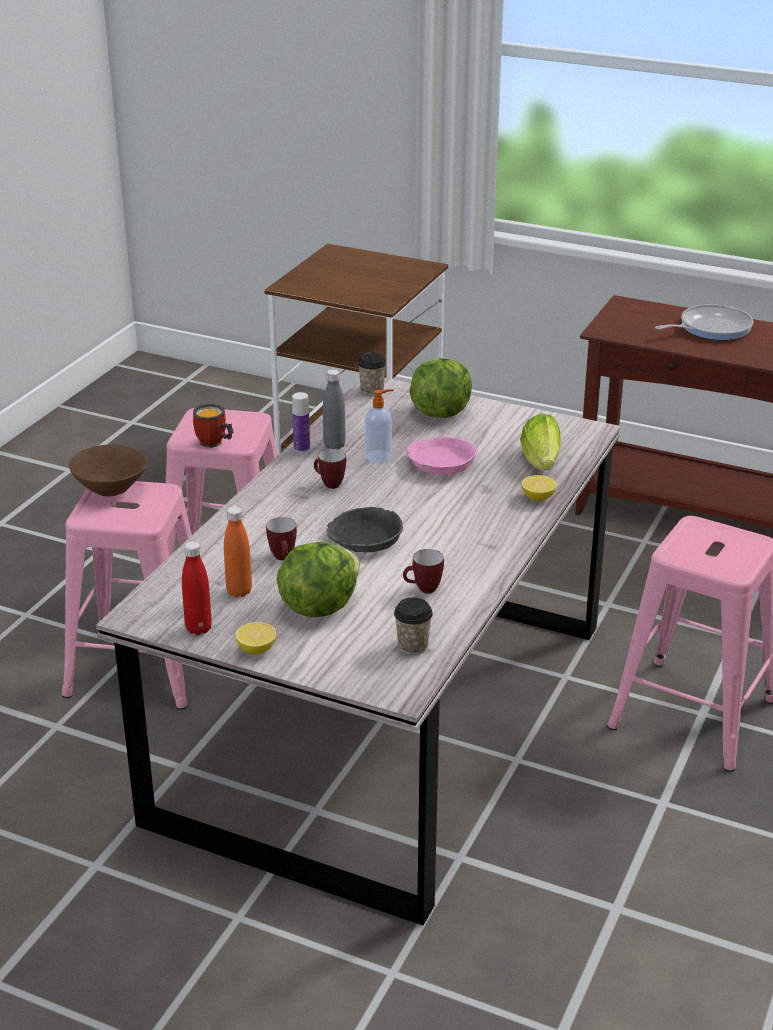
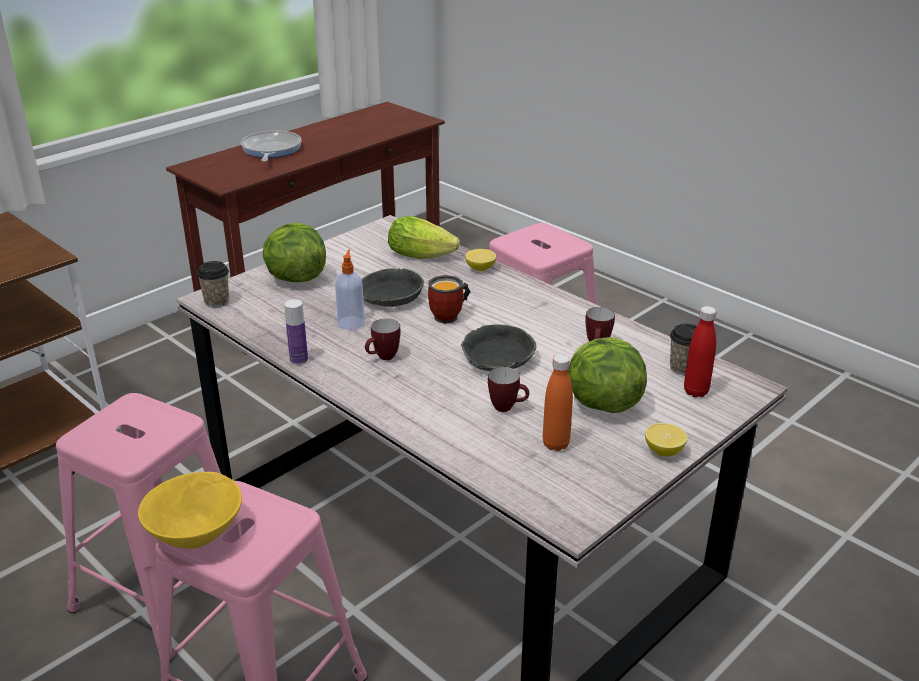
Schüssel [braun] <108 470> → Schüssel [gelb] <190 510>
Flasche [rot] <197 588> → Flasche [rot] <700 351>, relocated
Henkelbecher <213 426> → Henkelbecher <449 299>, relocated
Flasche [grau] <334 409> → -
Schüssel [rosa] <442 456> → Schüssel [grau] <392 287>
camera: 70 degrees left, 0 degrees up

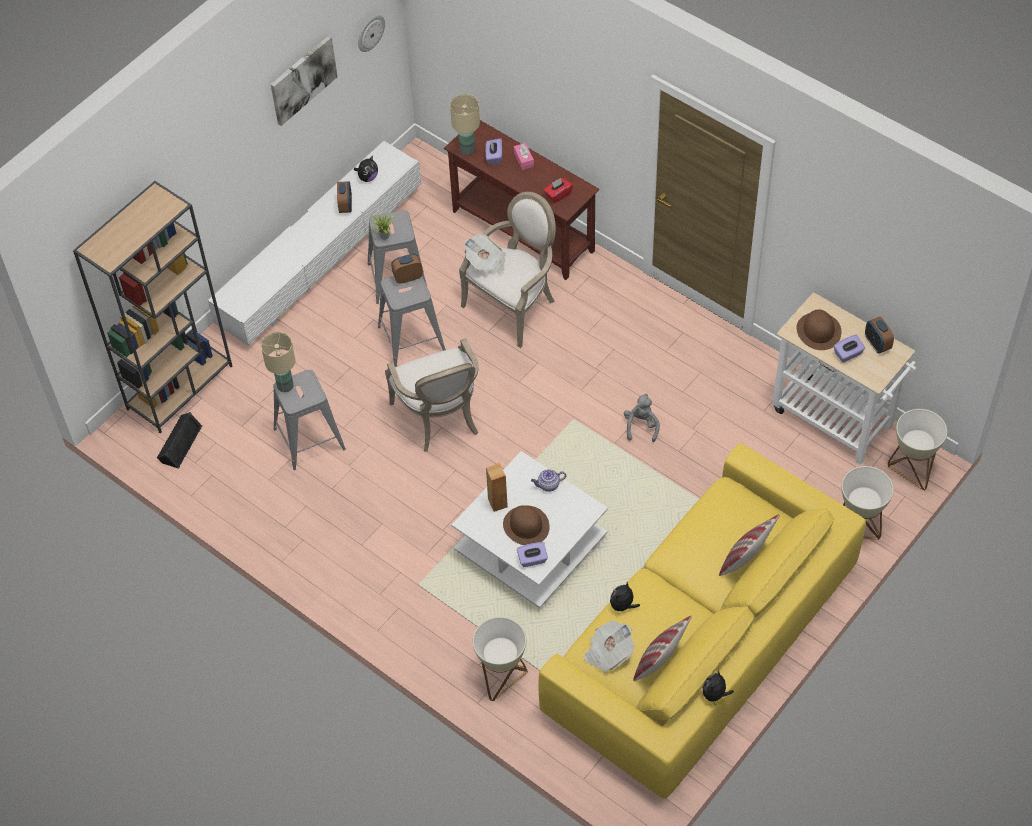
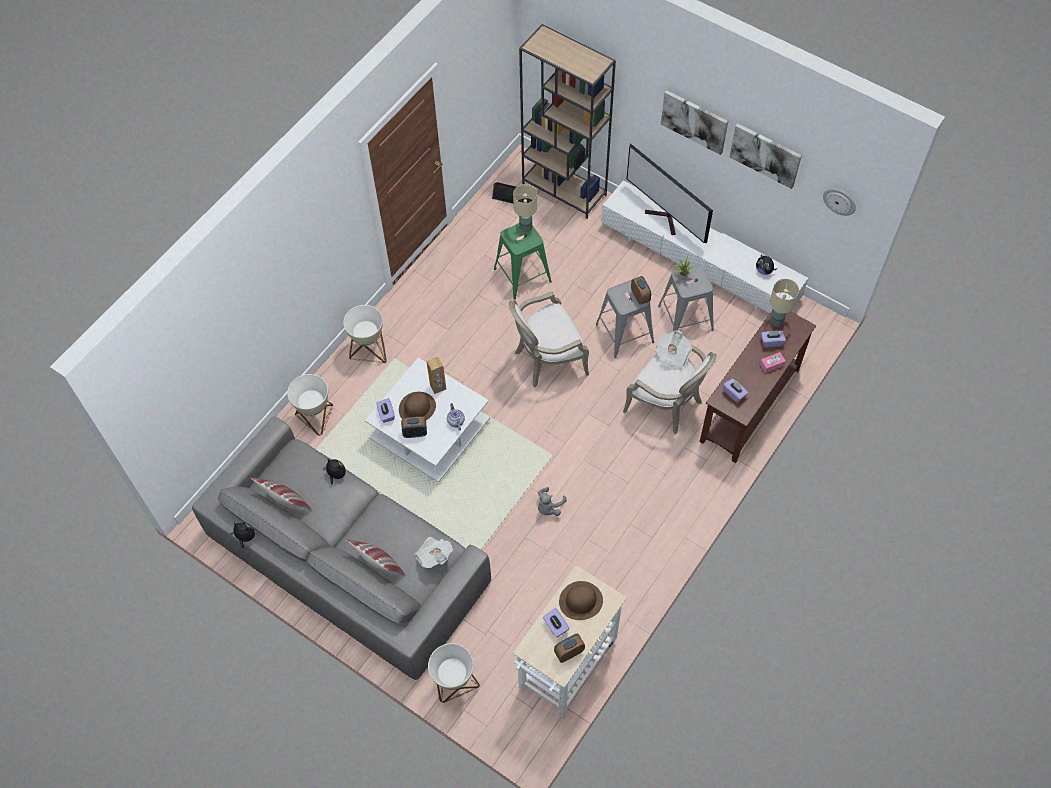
Hocker [grau] <309 420> → Hocker [grün] <523 261>
Wecker <344 197> → Wecker <414 427>, relocated
Sofa [gelb] <702 621> → Sofa [grau] <341 548>
Taschentuchbox [rot] <558 190> → Taschentuchbox [lila] <735 390>
Zeitung <609 646> → Zeitung <433 552>, relocated
Plüschtier [grau] <642 418> → Plüschtier [grau] <552 501>, 120 degrees clockwise
Pflanzkübel <917 449> → Pflanzkübel <365 334>, relocated
- → Fernseher <670 193>
- → Bild <694 122>
camera: 85 degrees right, 5 degrees up

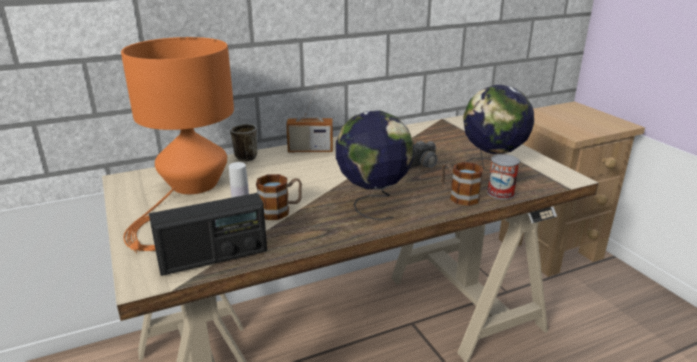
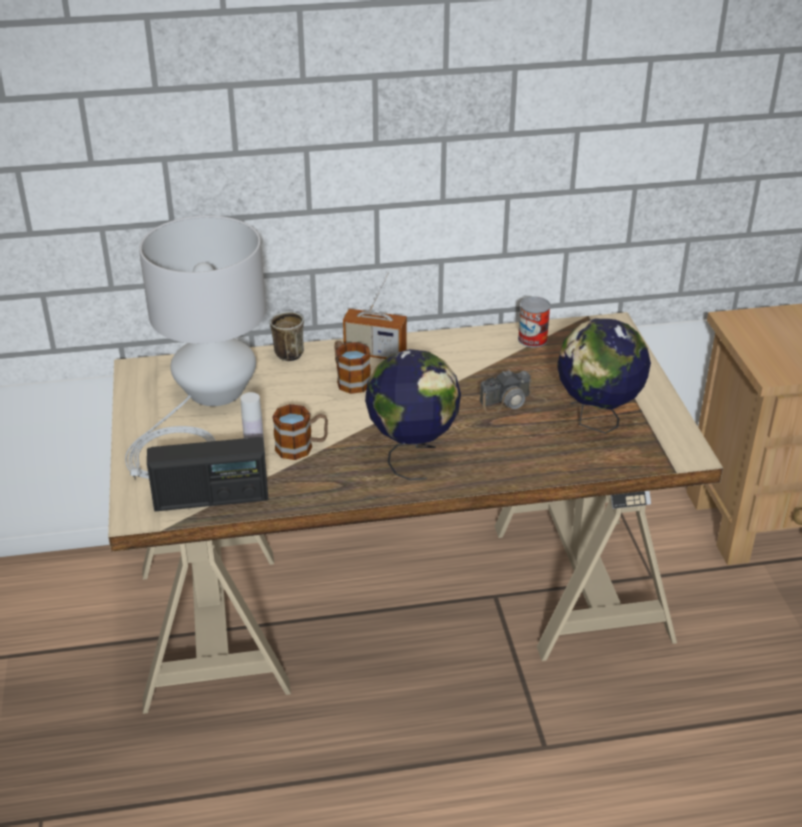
Tischlampe [orange] <177 145> → Tischlampe [weiß] <195 348>
Henkelbecher <462 184> → Henkelbecher <352 367>, relocated
Dose <503 177> → Dose <534 321>, relocated
camera: 15 degrees right, 10 degrees up

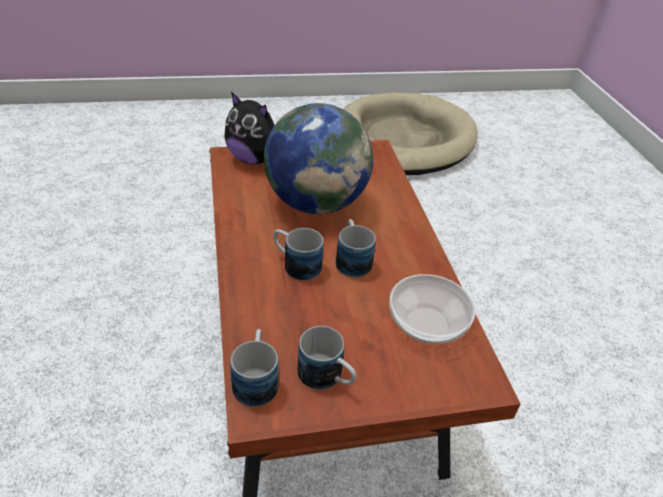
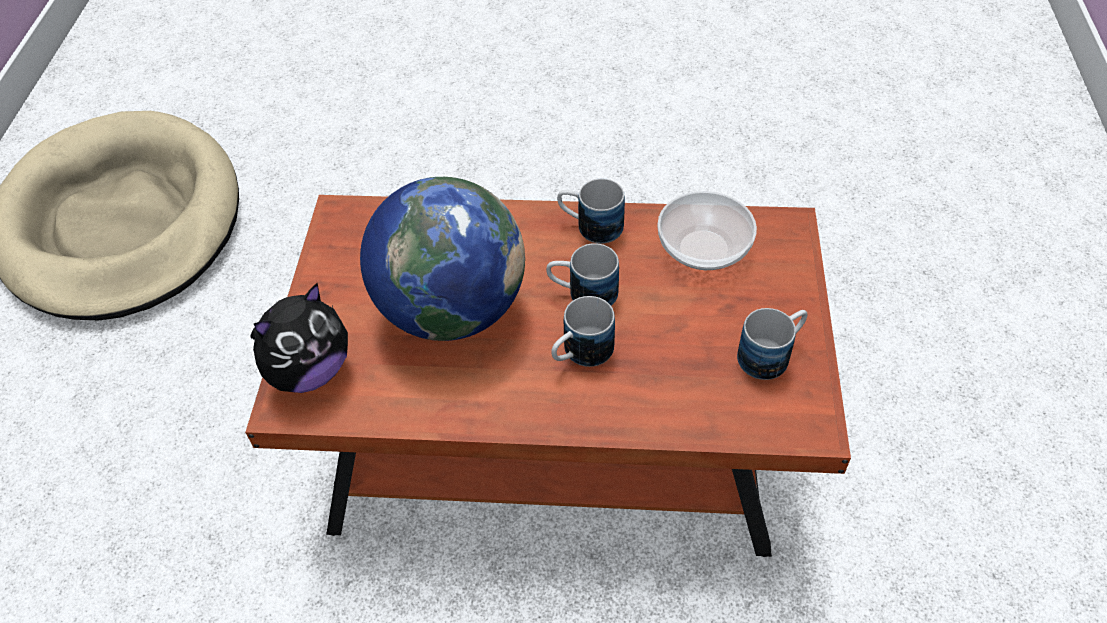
Henkelbecher <254 368> → Henkelbecher <591 211>, relocated
camera: 70 degrees left, 10 degrees up

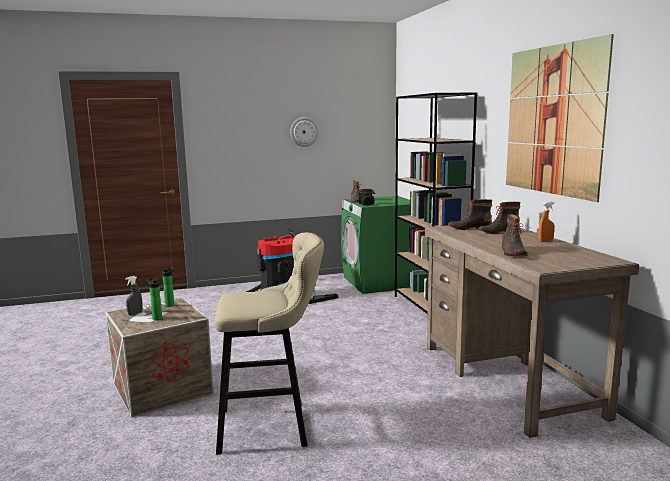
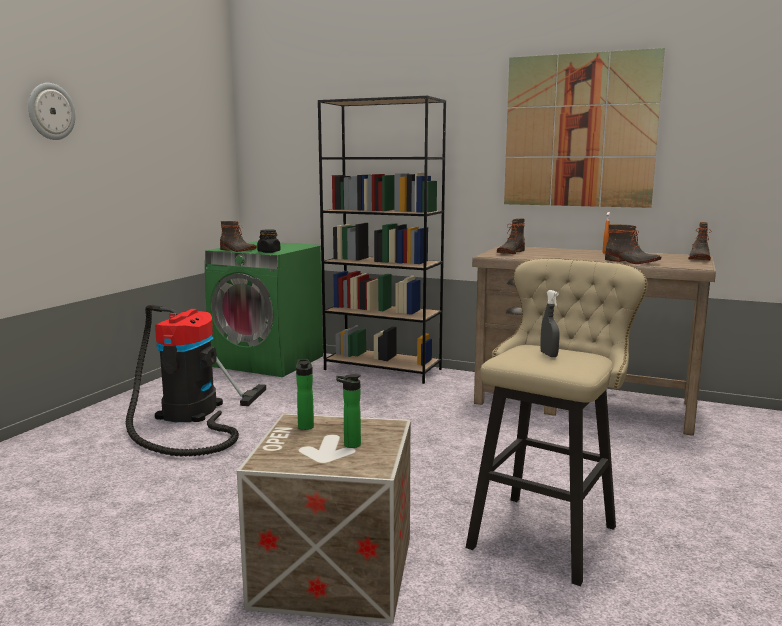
Sprühflasche [grau] <134 295> → Sprühflasche [grau] <550 323>, relocated
Wanduhr <304 132> → Wanduhr <52 111>, relocated
Stiefel <499 218> → Stiefel <699 241>, relocated
camera: 50 degrees left, 0 degrees up

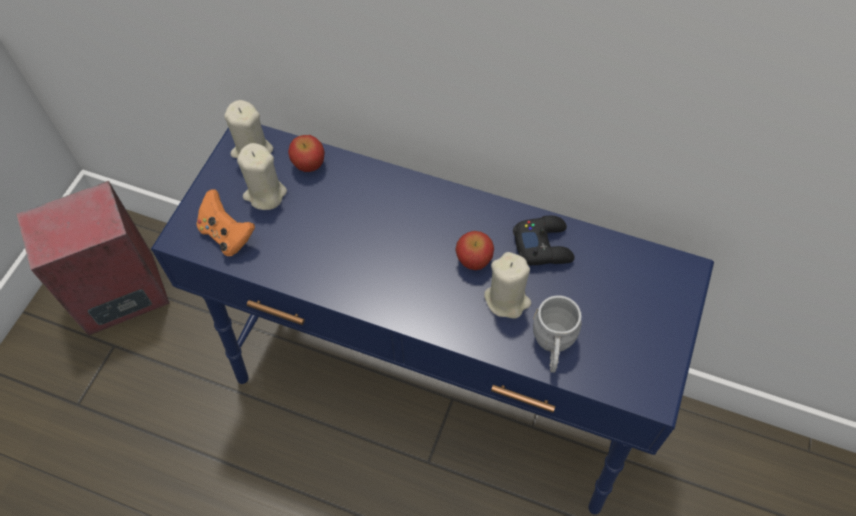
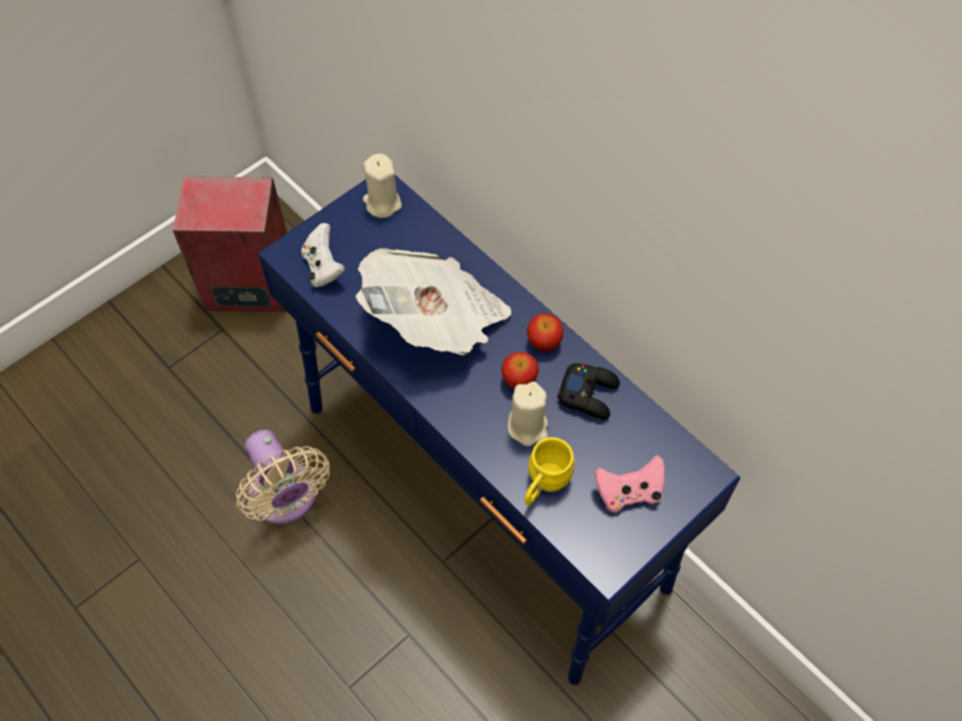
Gamepad [orange] <226 222> → Gamepad [weiß] <323 255>
Kerze [beige] <262 176> → -
Apfel <306 153> → Apfel <545 332>, relocated
Henkelbecher [grau] <557 334> → Henkelbecher [gelb] <550 471>
- → Ventilator [beige] <283 477>
- → Zeitung <433 302>
- → Gamepad [rosa] <630 483>
camera: 25 degrees right, 0 degrees up

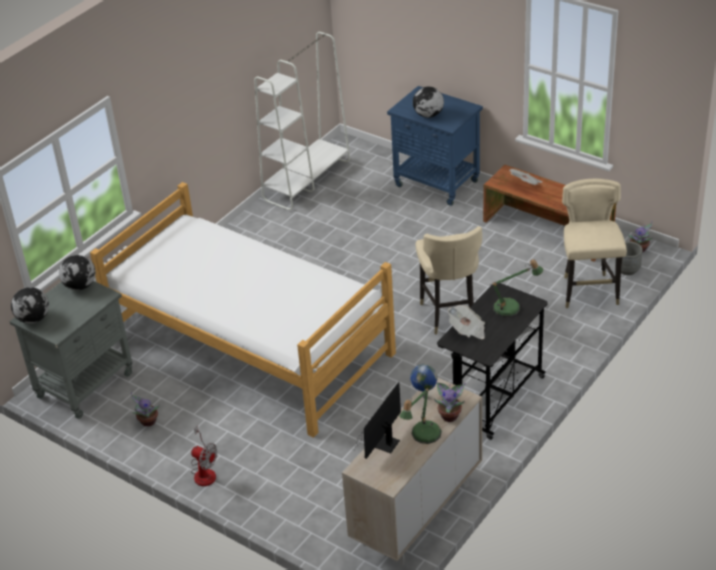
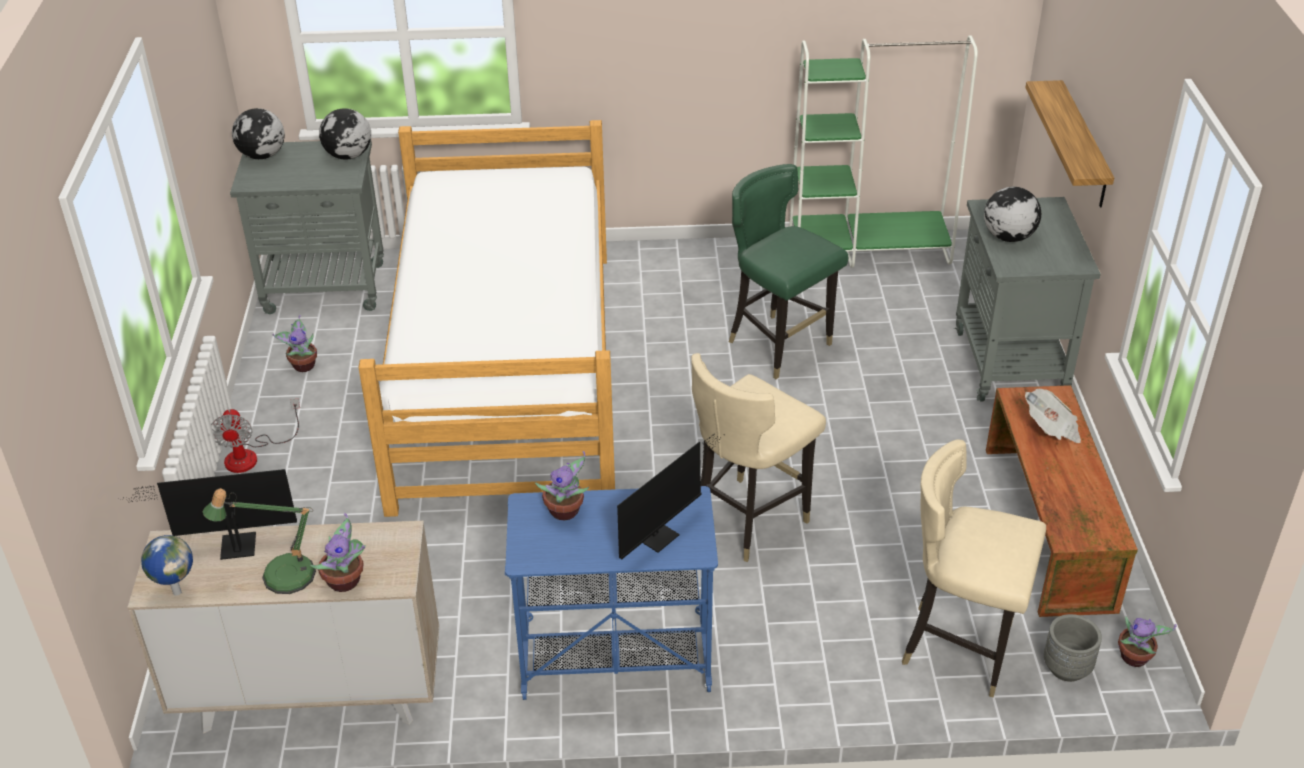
Kleiderständer [weiß] <302 121> → Kleiderständer [grün] <883 152>
Rollwagen [blau] <435 146> → Rollwagen [grau] <1027 299>
Globus <423 381> → Globus <167 565>, relocated
Schreibtisch [schwarz] <492 361> → Schreibtisch [blau] <611 593>
Zeitung <466 322> → Topfpflanze <562 486>
Tischlampe <517 288> → Monitor <670 496>
Stuhl [beige] <594 243> → Stuhl [beige] <974 568>, 120 degrees counterclockwise
- → Stuhl [grün] <788 271>
- → Wandregal <1069 143>
camera: 50 degrees right, 0 degrees up

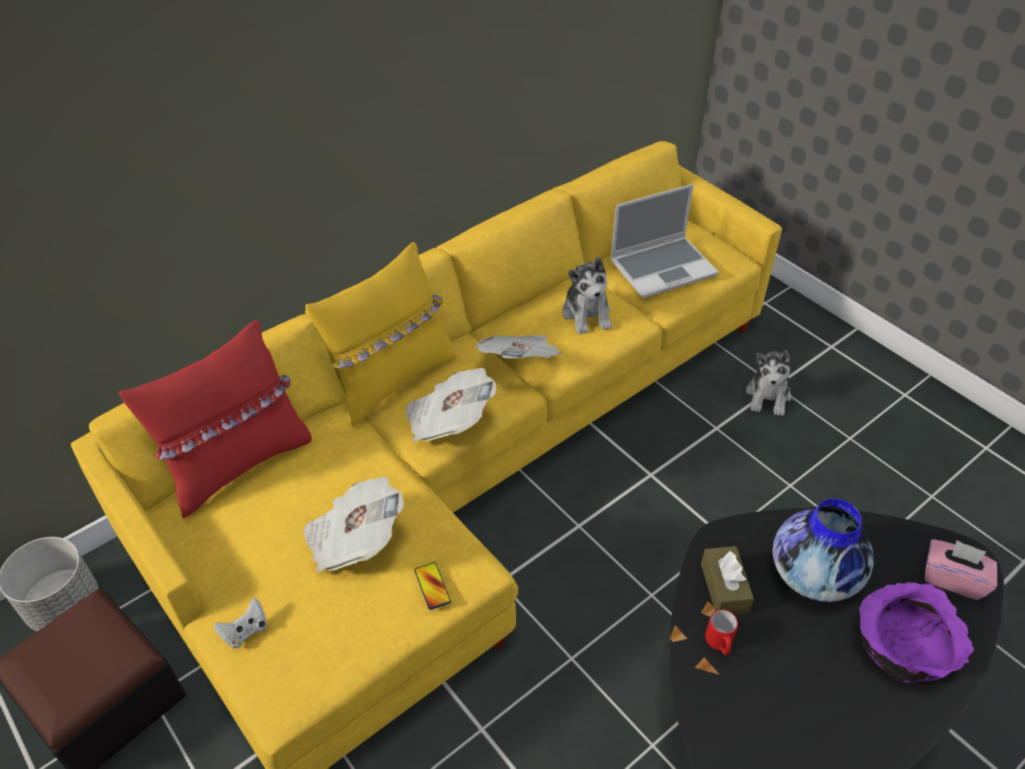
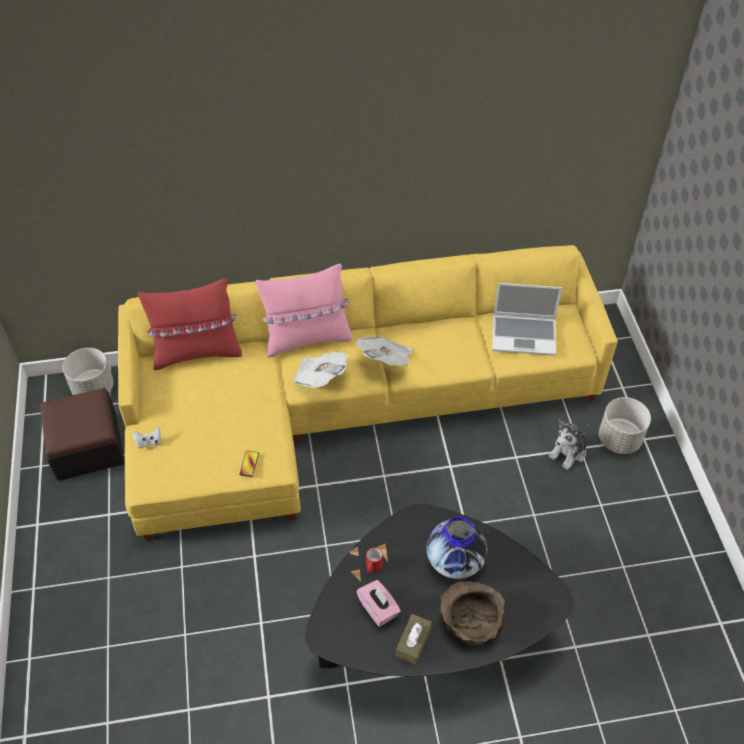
Zeitung <353 525> → -
Kissen [gelb] <381 334> → Kissen [rosa] <304 311>
Plüschtier <587 295> → -
Taschentuchbox [braun] <727 580> → Taschentuchbox [braun] <414 639>, relocated
Schüssel [lila] <916 632> → Schüssel [braun] <472 613>
Taschentuchbox [rosa] <960 569> → Taschentuchbox [rosa] <378 603>, relocated
- → Pflanzkübel [grau] <625 425>
camera: 30 degrees right, 5 degrees up

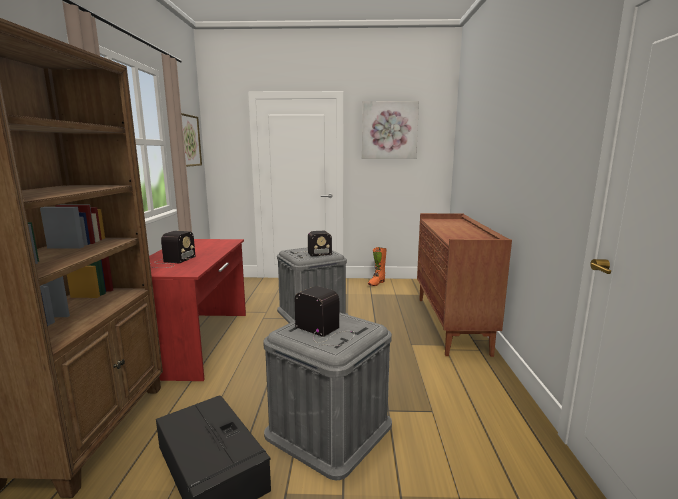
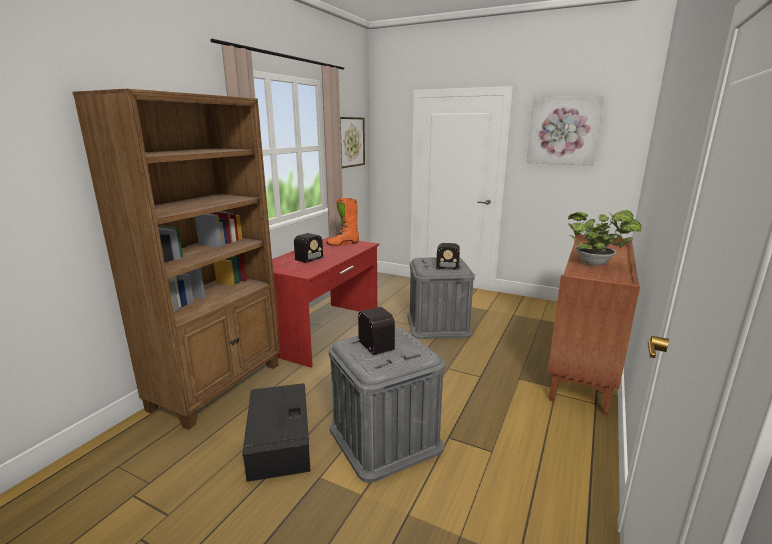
Stiefel [orange] <377 266> → Stiefel [orange] <343 222>, relocated
- → Topfpflanze <604 238>
camera: 25 degrees right, 5 degrees up

